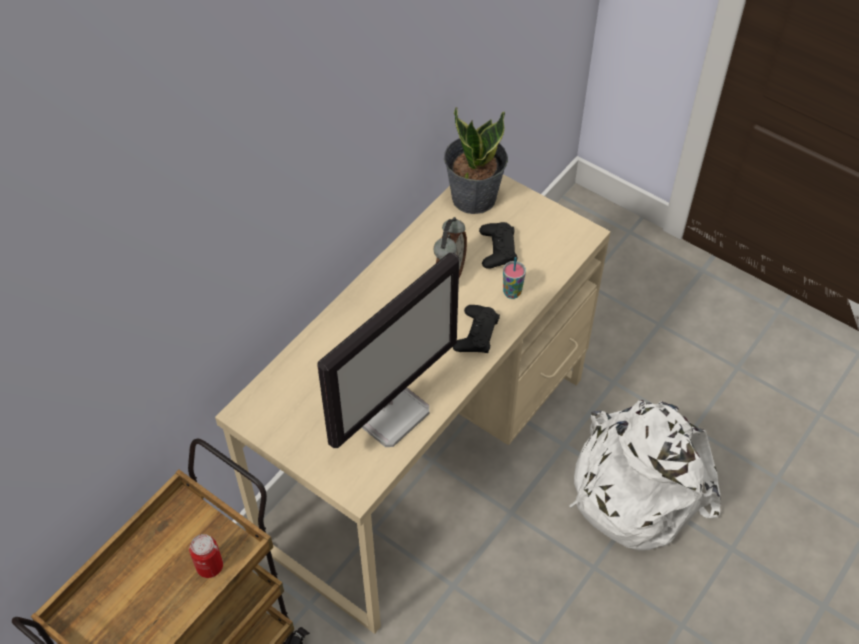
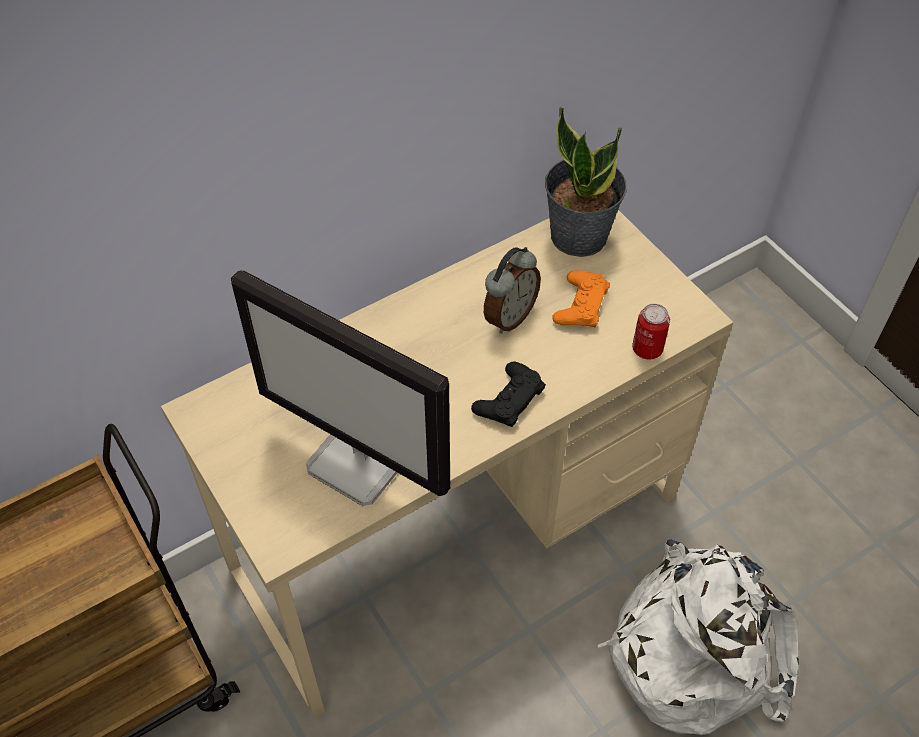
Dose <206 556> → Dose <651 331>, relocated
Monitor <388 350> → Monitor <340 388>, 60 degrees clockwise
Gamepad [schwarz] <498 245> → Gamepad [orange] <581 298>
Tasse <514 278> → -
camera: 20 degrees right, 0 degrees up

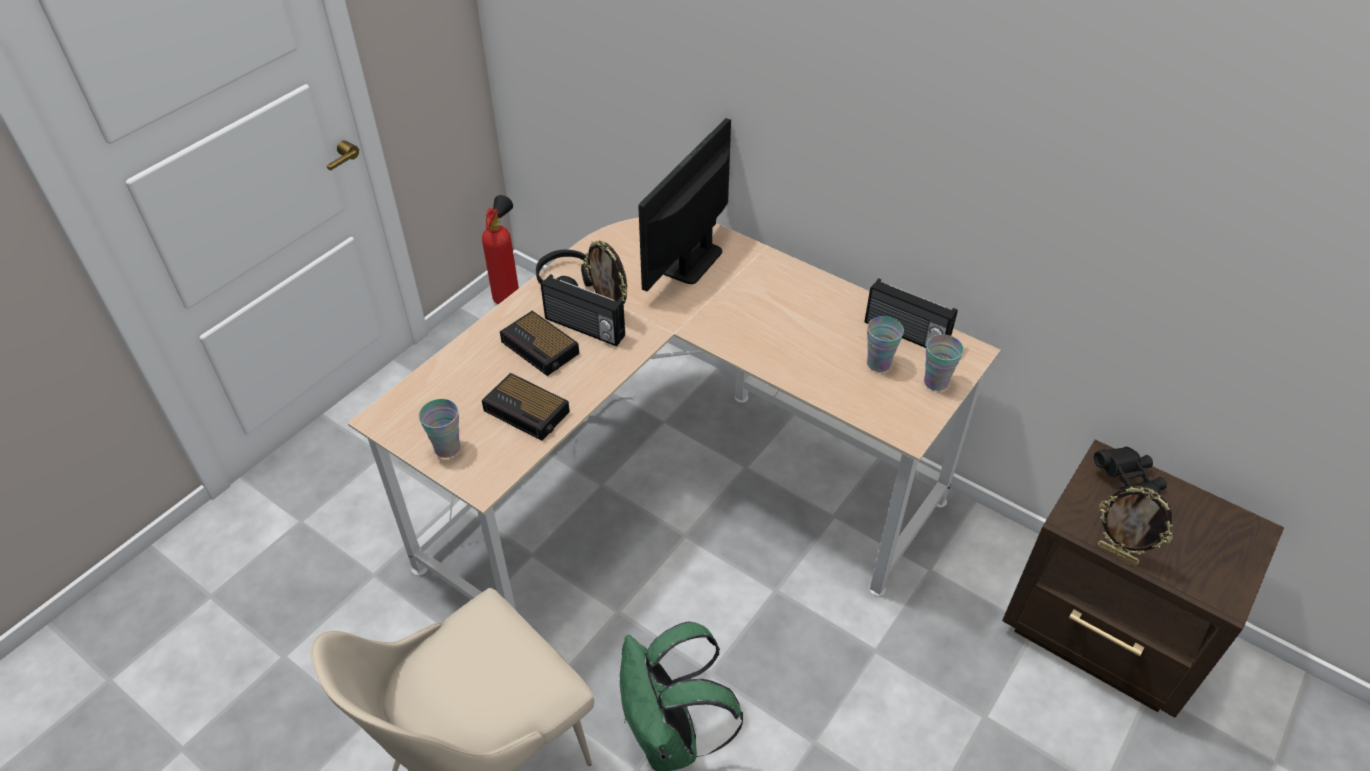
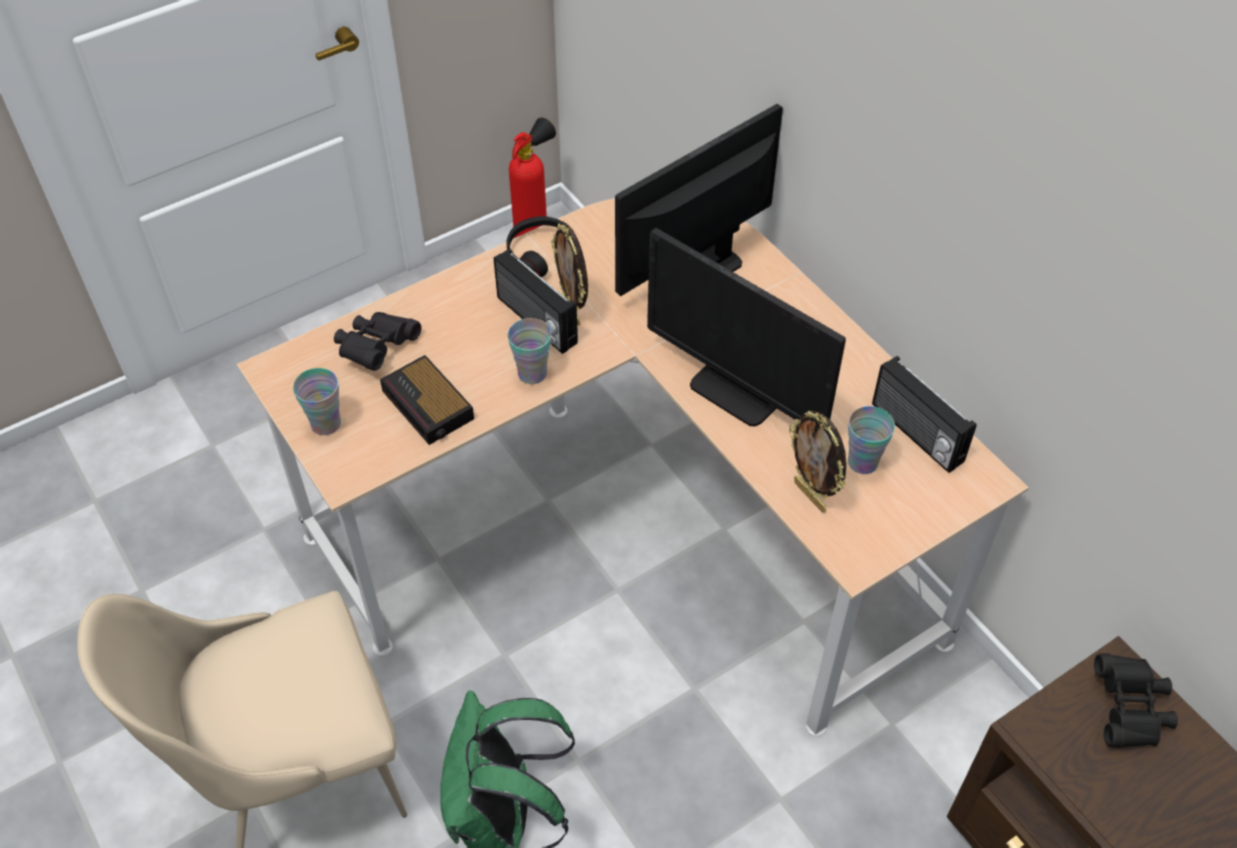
Wecker <539 343> → -
Tasse <944 362> → Tasse <529 351>, relocated
Bilderrahmen <1135 525> → Bilderrahmen <818 461>, relocated
- → Fernglas [schwarz] <377 341>
- → Monitor <746 327>
camera: 20 degrees right, 5 degrees up

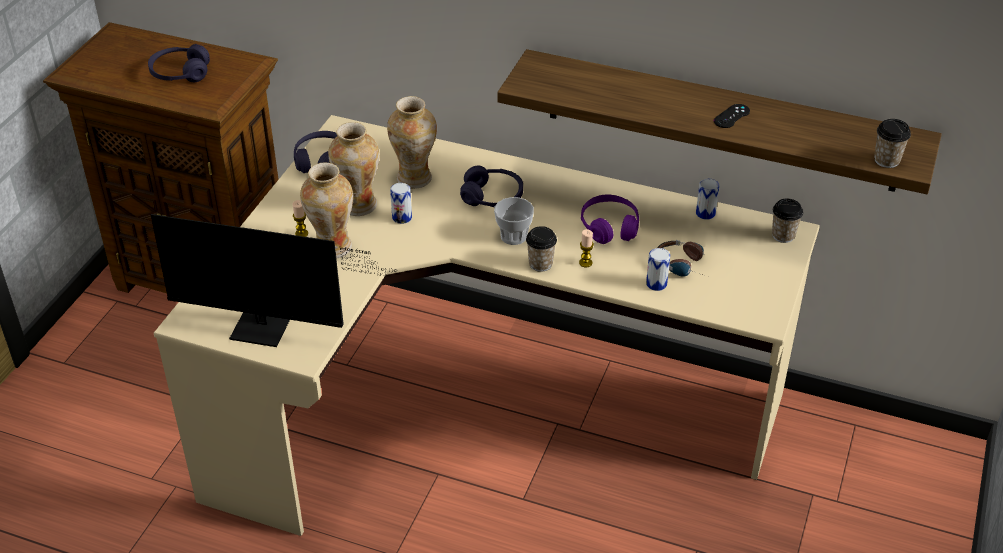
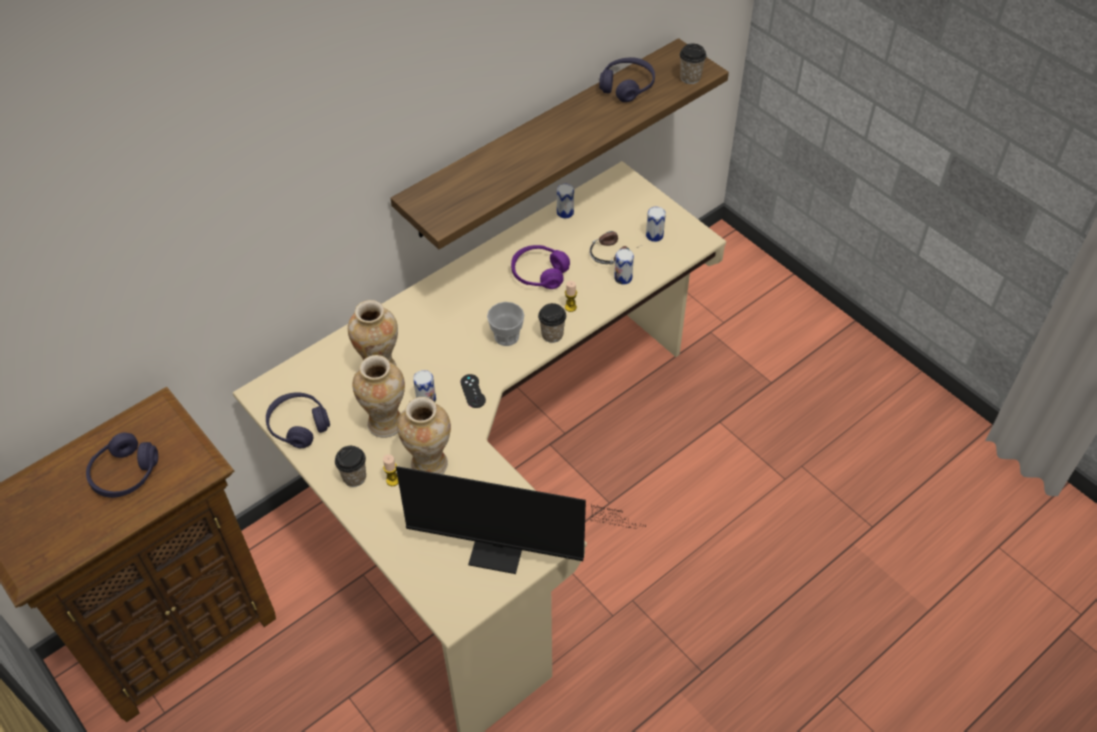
Monitor <274 280> → Monitor <522 520>, 60 degrees clockwise
Kopfhörer [lila] <491 186> → Kopfhörer [lila] <627 79>, relocated
Gamepad [schwarz] <732 116> → Gamepad [schwarz] <473 391>, relocated
Tasse <787 221> → Tasse <350 466>, relocated
- → Dose <656 224>
camera: 60 degrees left, 10 degrees up

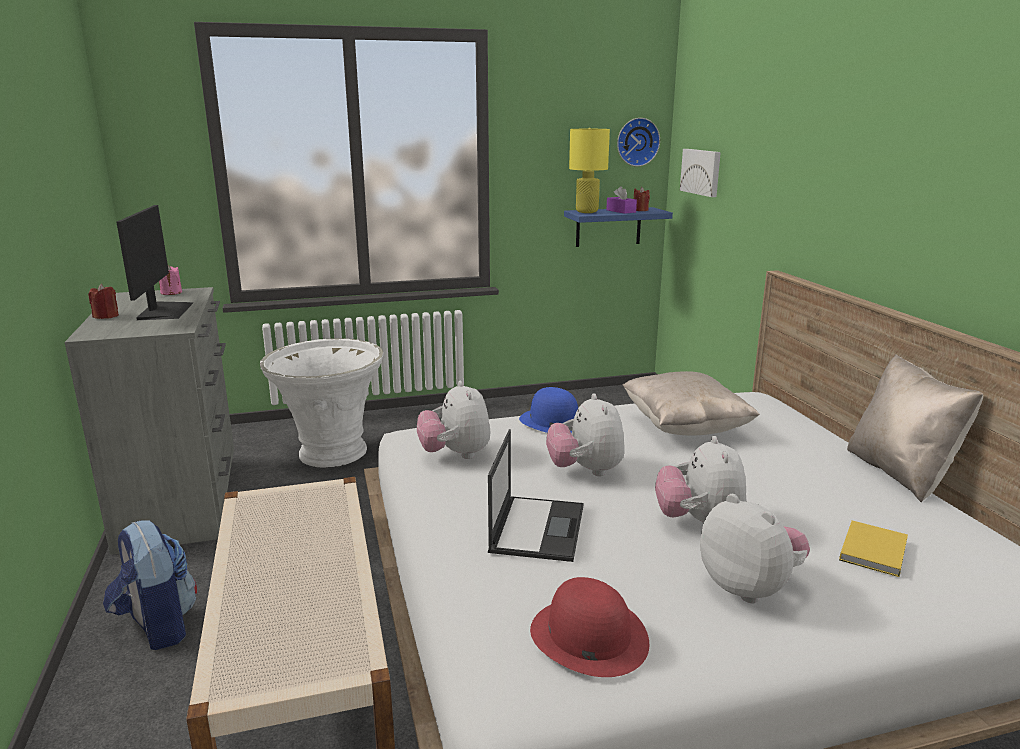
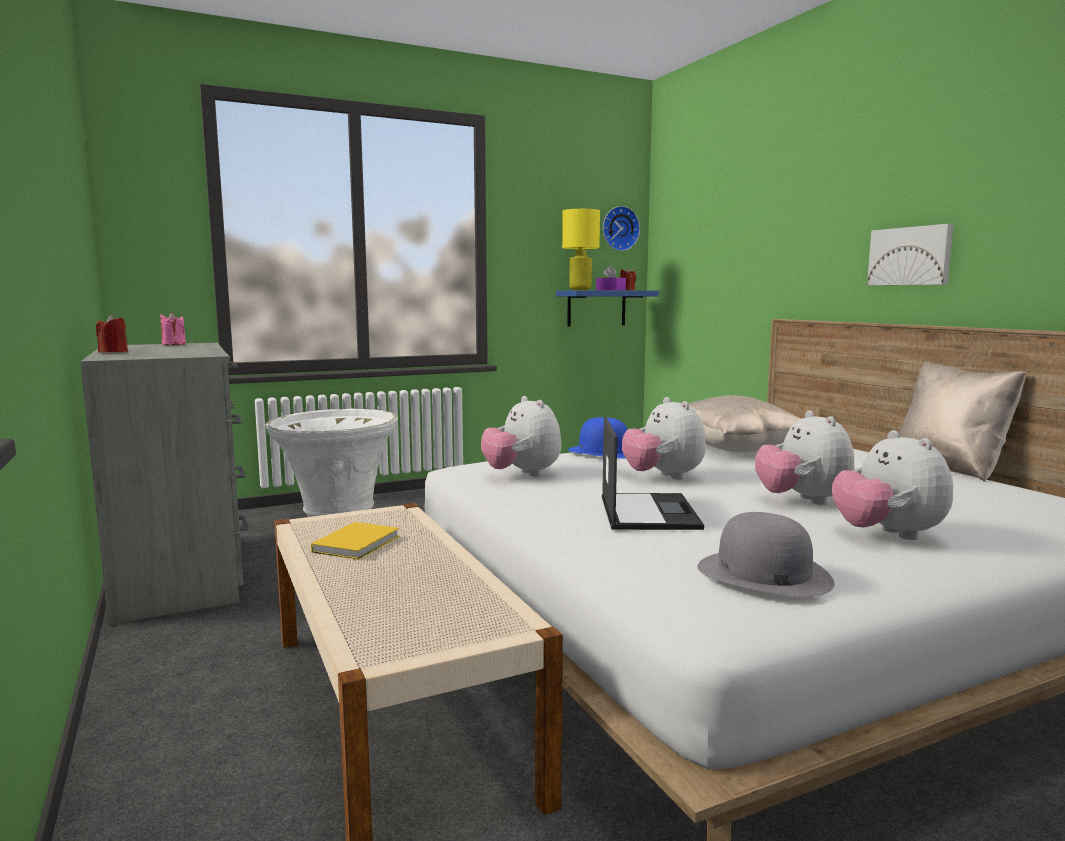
Rucksack <150 585> → -
Monitor <155 262> → -
Hut [rot] <589 627> → Hut [grau] <766 554>
Bild <700 173> → Bild <910 254>, relocated
Plüschtier <755 548> → Plüschtier <892 485>, 150 degrees counterclockwise
Buch [gelb] <873 548> → Buch [gelb] <355 541>, relocated
camera: 10 degrees left, 10 degrees down

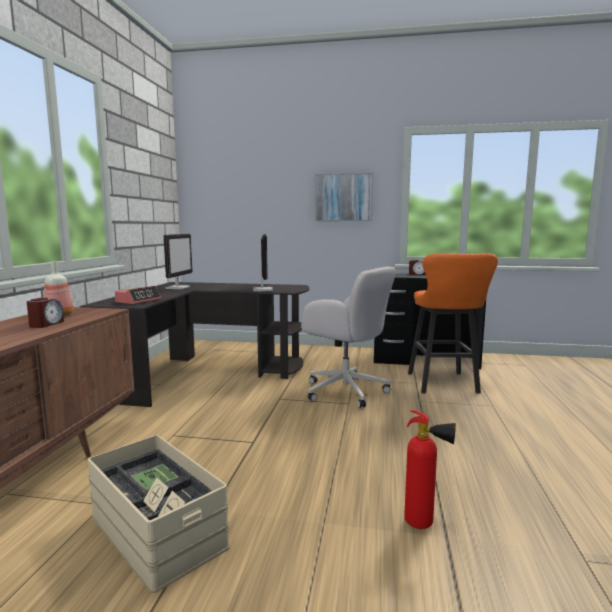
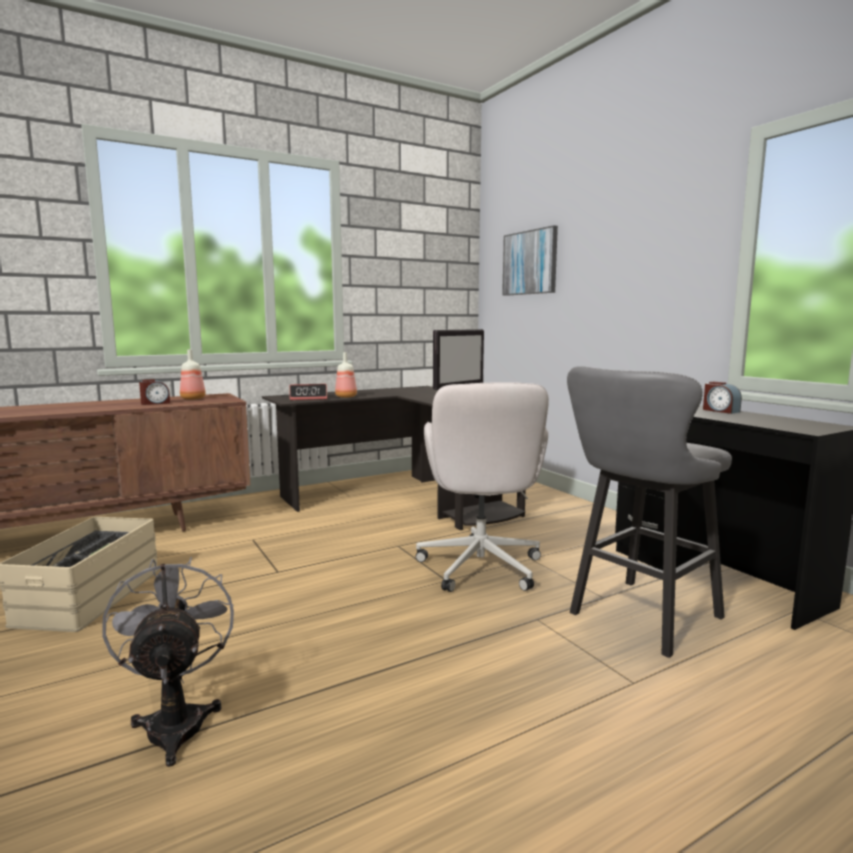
Monitor <178 261> → -
Bild <344 197> → Bild <530 260>, relocated
Feuerlöscher <430 469> → Ventilator [grau] <168 662>
Hocker [orange] <453 323> → Hocker [grau] <649 512>
- → Flasche <346 375>
camera: 50 degrees right, 0 degrees up

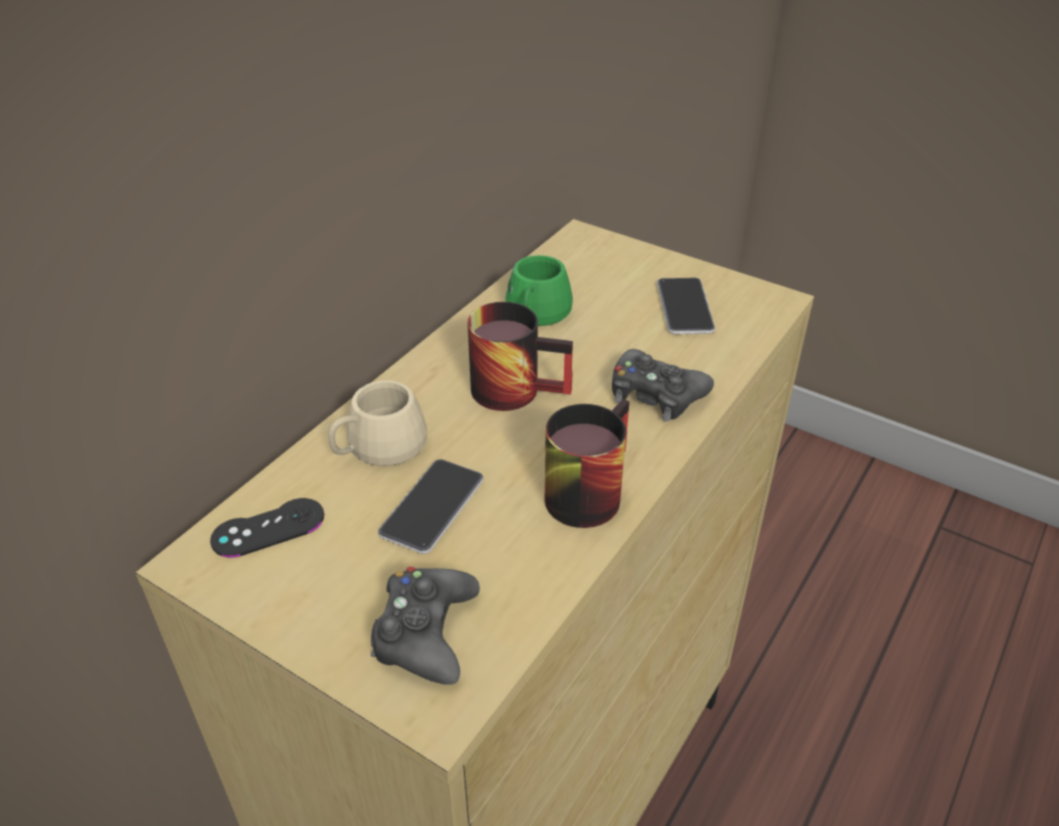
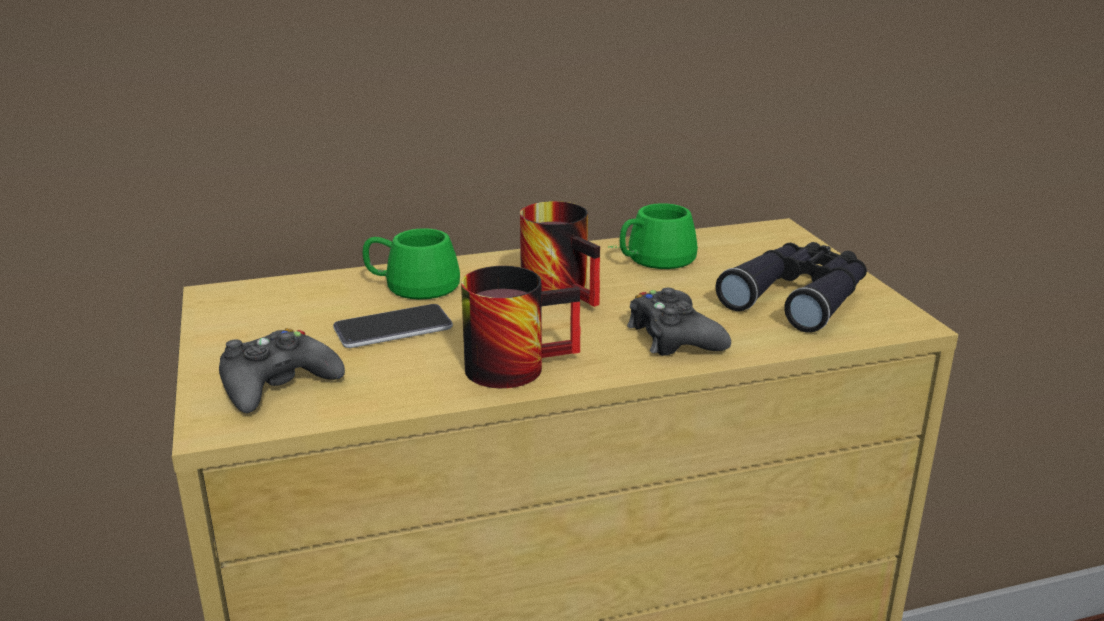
Gamepad [schwarz] <267 528> → -
Henkelbecher [beige] <377 423> → Henkelbecher [grün] <411 263>
Handy <686 306> → Fernglas [schwarz] <791 287>
camera: 40 degrees right, 15 degrees down

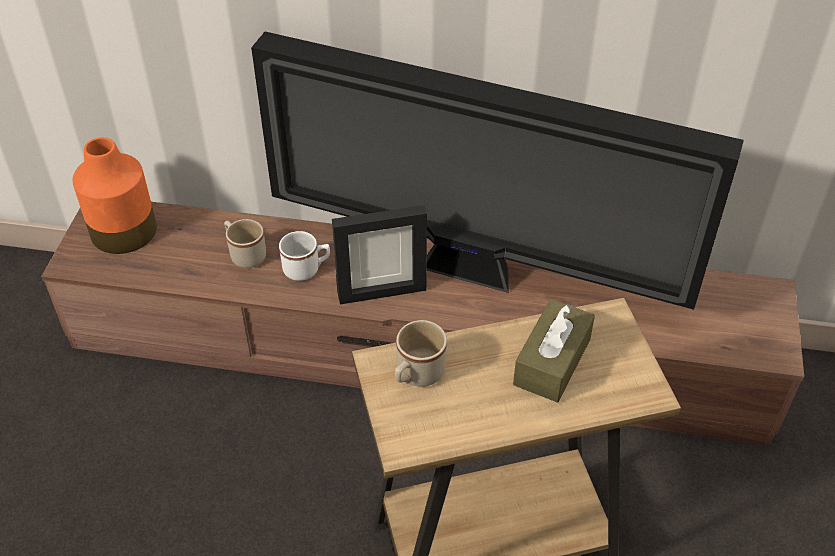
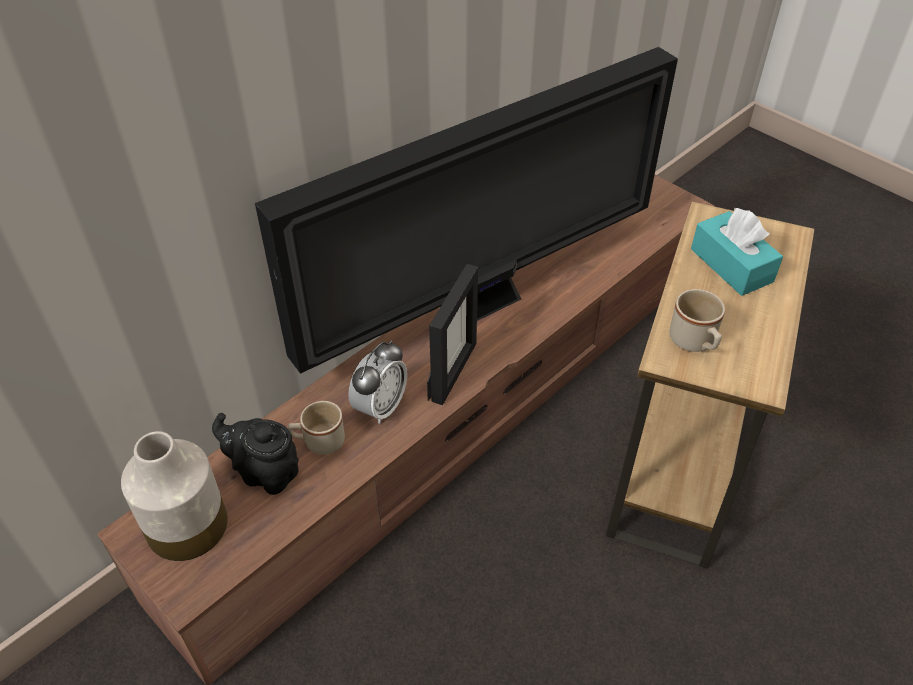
Vase [orange] <114 195> → Vase [beige] <174 496>
Henkelbecher [weiß] <304 256> → Wecker <377 382>
Taschentuchbox [braun] <554 350> → Taschentuchbox [türkis] <737 251>
- → Teekanne [schwarz] <255 454>
camera: 55 degrees left, 0 degrees up

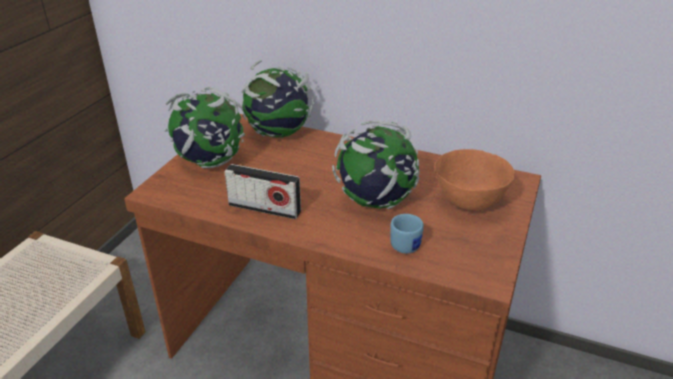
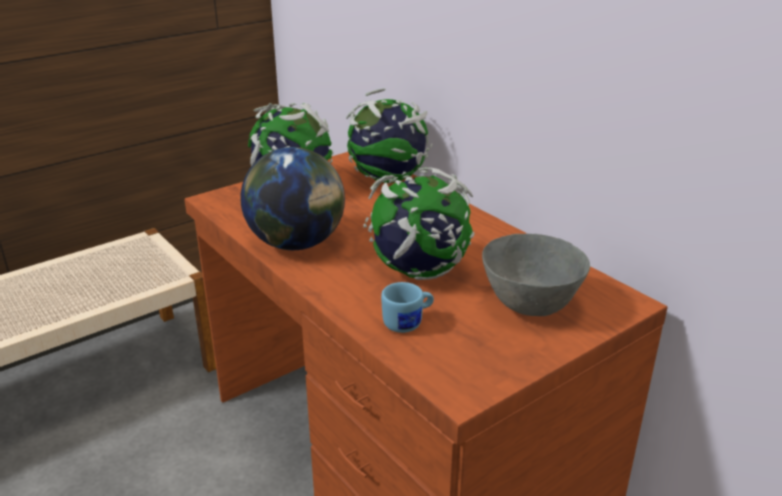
Radio <262 191> → Globus <292 198>
Schüssel [orange] <475 180> → Schüssel [grau] <536 275>
camera: 30 degrees right, 5 degrees down

